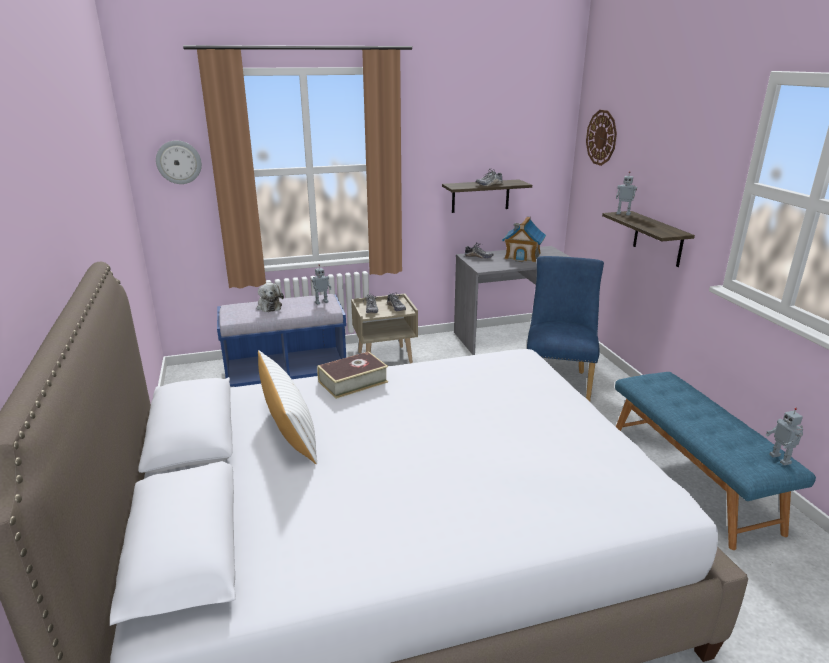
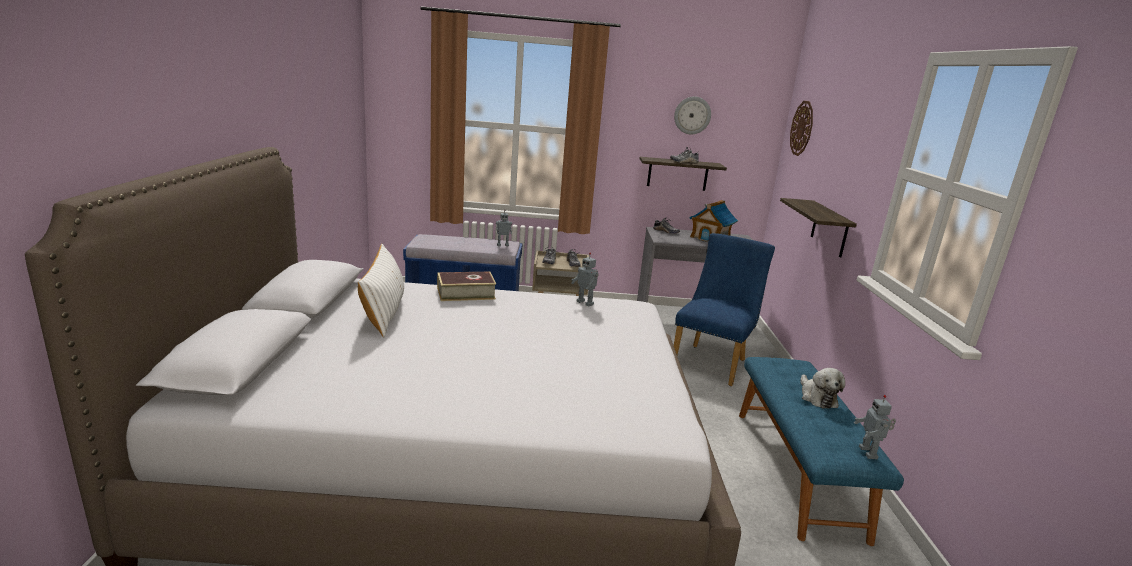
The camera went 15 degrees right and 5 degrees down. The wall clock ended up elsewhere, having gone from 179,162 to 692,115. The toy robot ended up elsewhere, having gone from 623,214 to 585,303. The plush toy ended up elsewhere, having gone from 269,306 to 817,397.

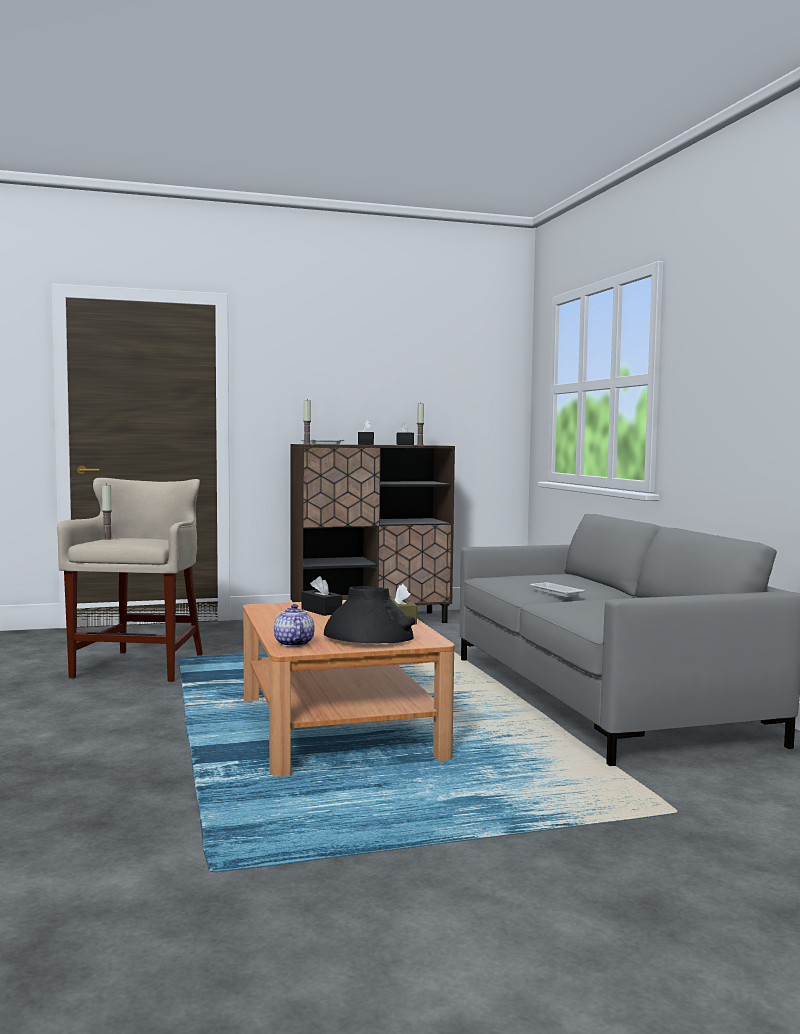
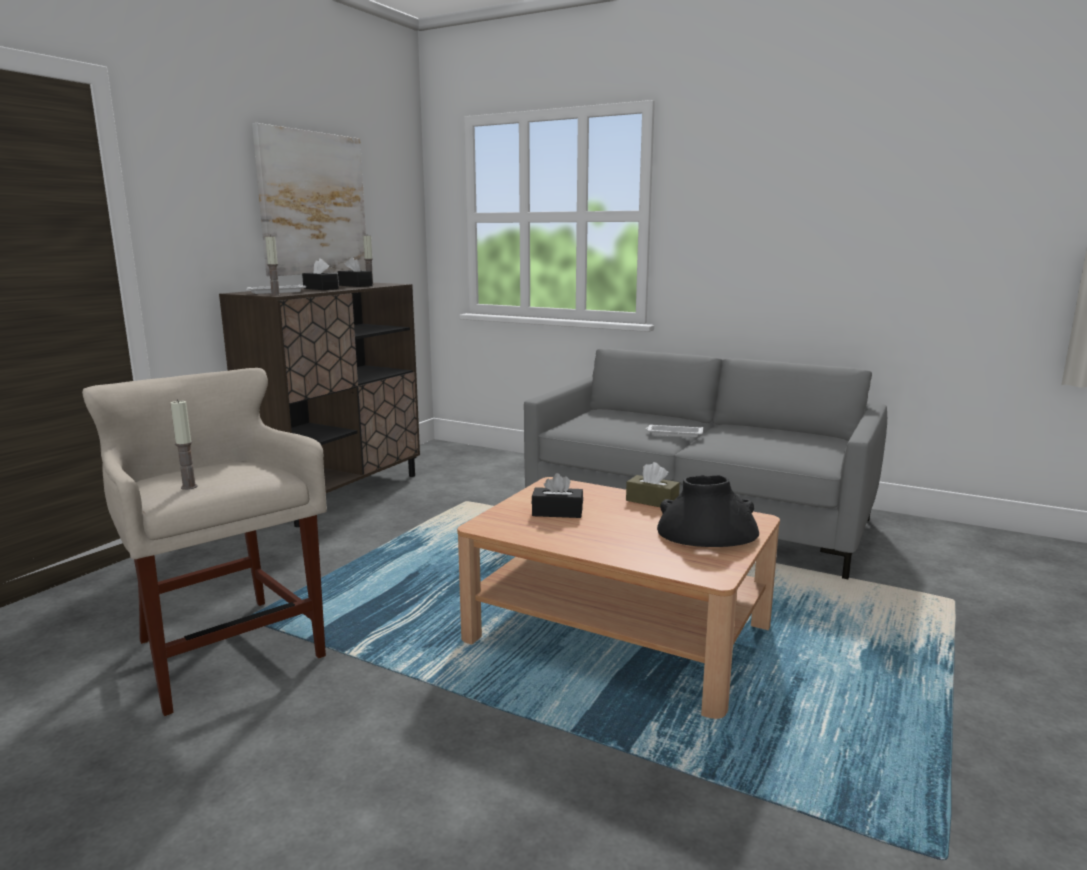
The camera went 45 degrees left and 10 degrees up. The second view lost the teapot at 293,644. The second view gained the picture at 313,203.

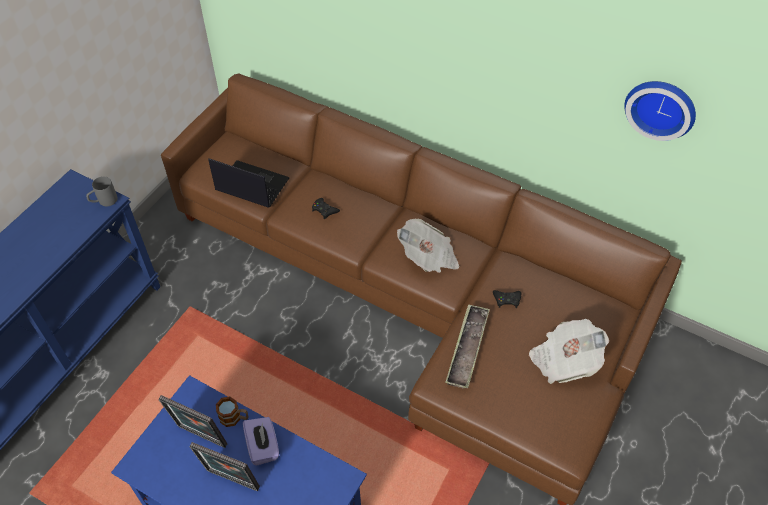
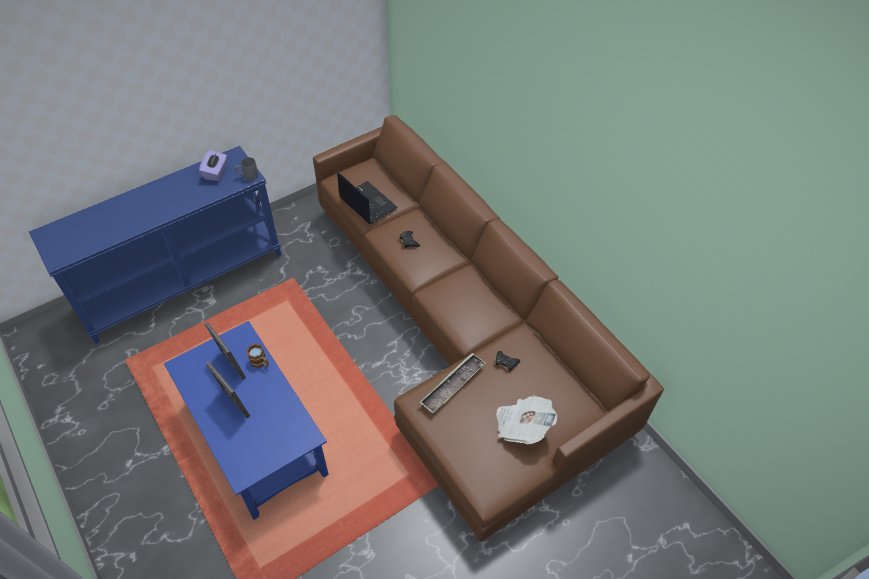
The camera went 25 degrees right and 0 degrees up. The second view lost the wall clock at 661,107. The second view lost the newspaper at 428,257. The purple tissue box ended up elsewhere, having gone from 263,447 to 216,172.

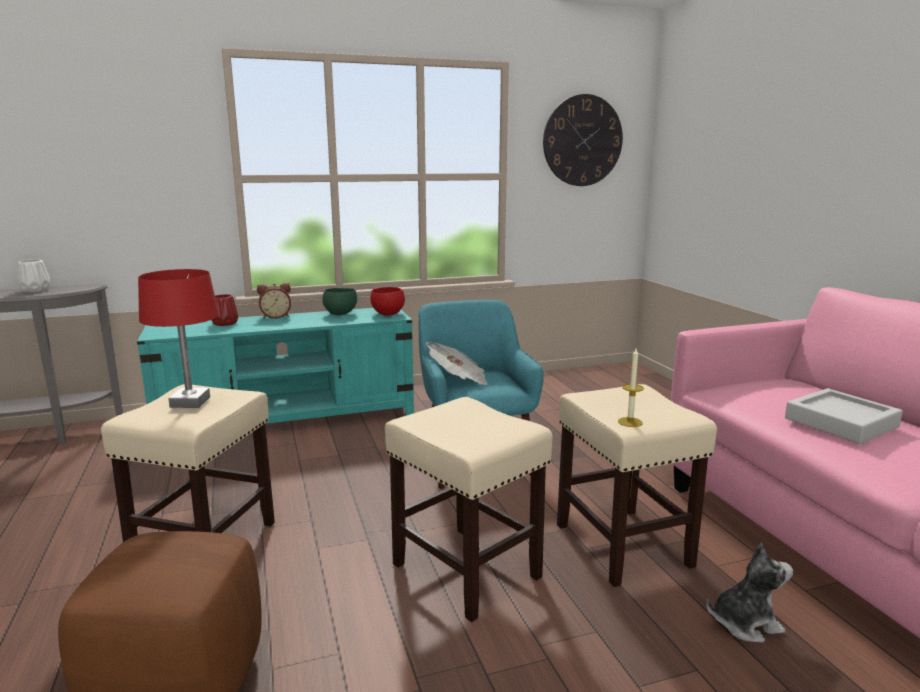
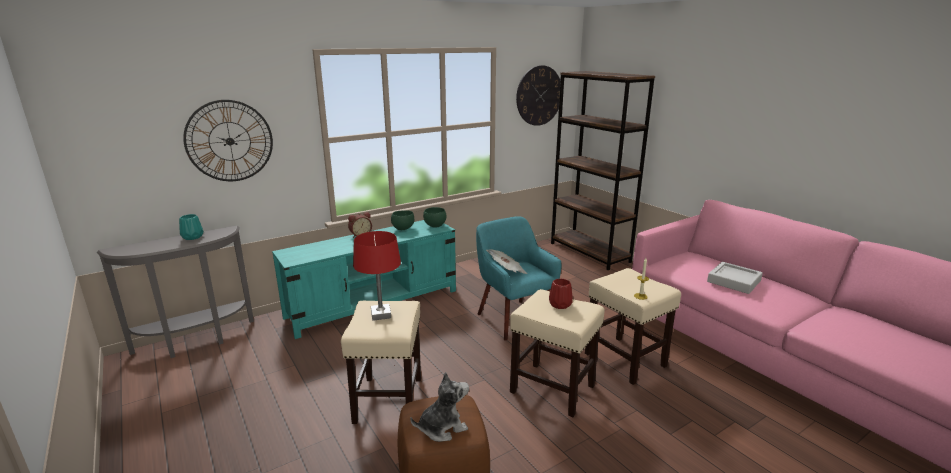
The camera went 15 degrees left and 5 degrees up. What was the white vase at 34,290 turned into the turquoise vase at 192,237. What was the red bowl at 388,314 turned into the green bowl at 435,226. The red vase ended up elsewhere, having gone from 224,323 to 559,304. The plush toy ended up elsewhere, having gone from 745,623 to 442,427. The second view gained the brown bookcase at 589,252. The second view gained the wall clock at 230,141.

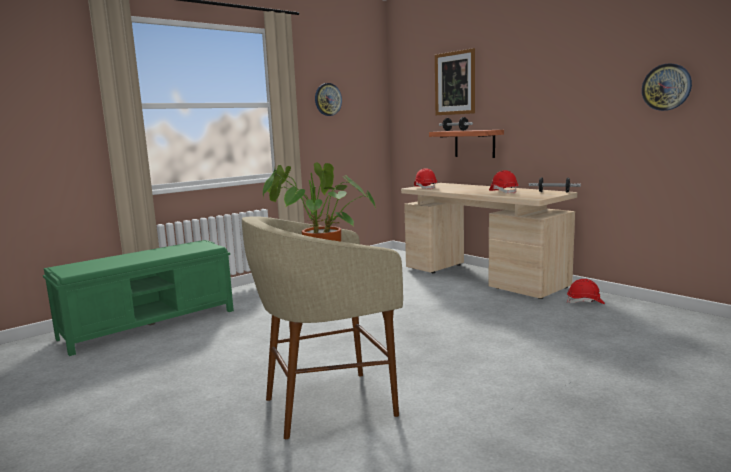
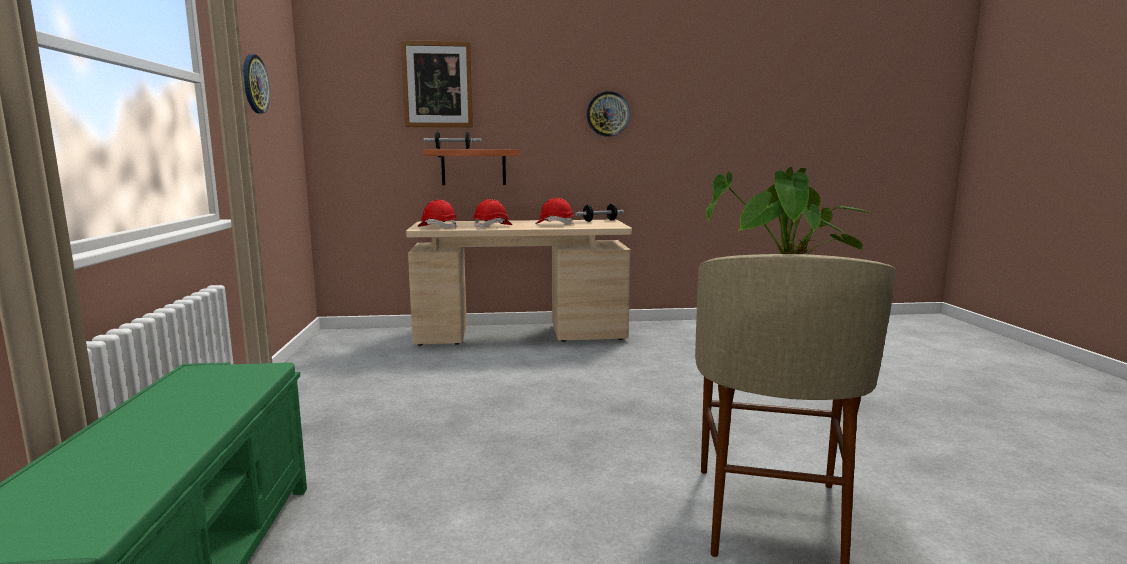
The camera went 55 degrees left and 0 degrees up. The wall clock ended up elsewhere, having gone from 666,87 to 608,114. The red hard hat ended up elsewhere, having gone from 585,302 to 492,226.

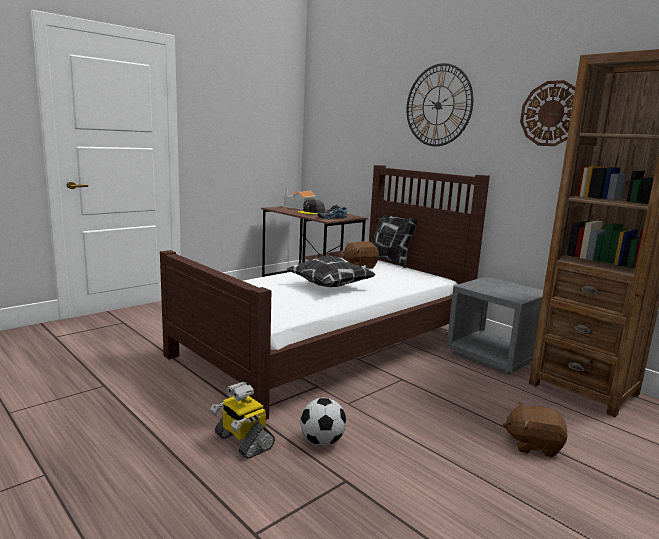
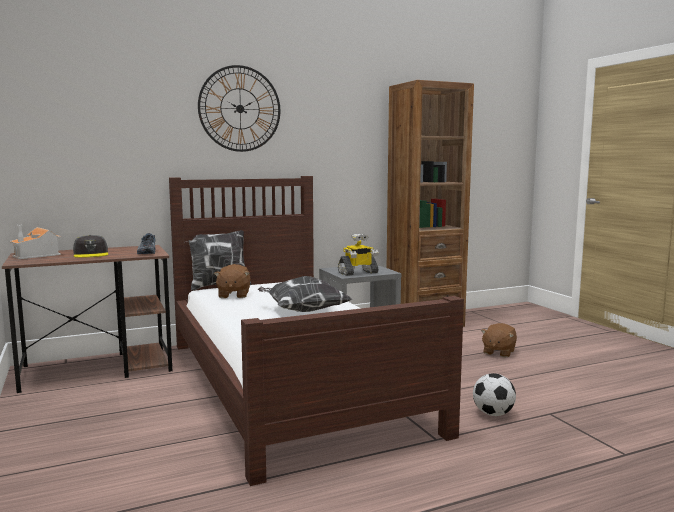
The camera went 70 degrees left and 5 degrees down. The second view lost the wall clock at 551,113. The toy robot ended up elsewhere, having gone from 242,441 to 358,273.

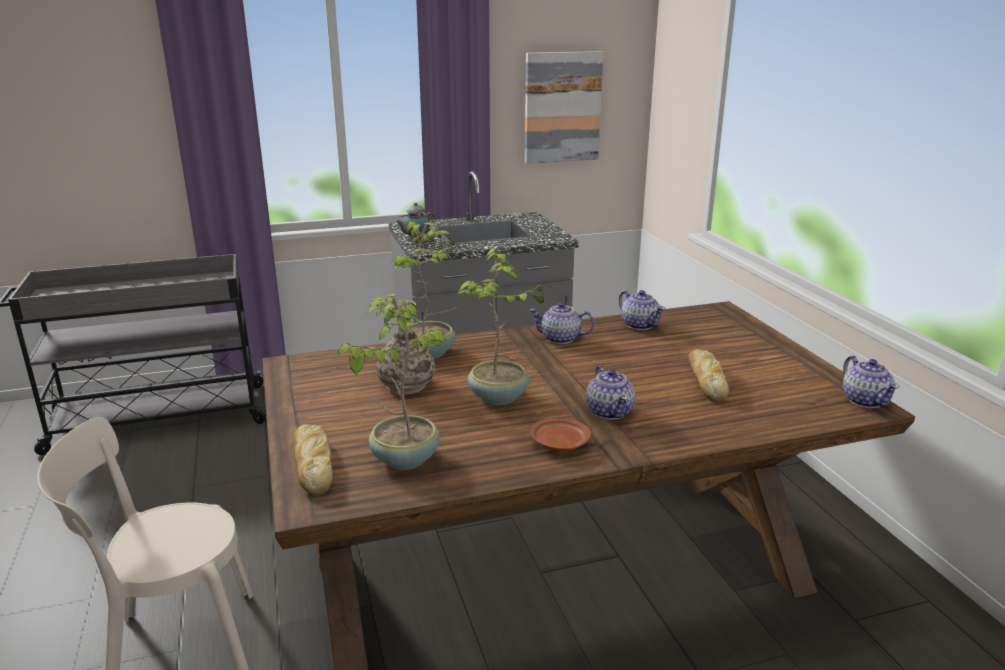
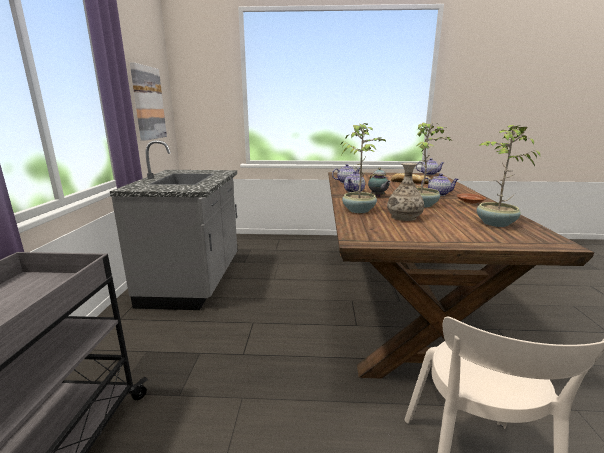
The camera went 70 degrees left and 5 degrees down. The teapot ended up elsewhere, having gone from 415,241 to 378,196. The second view lost the bread at 313,464.

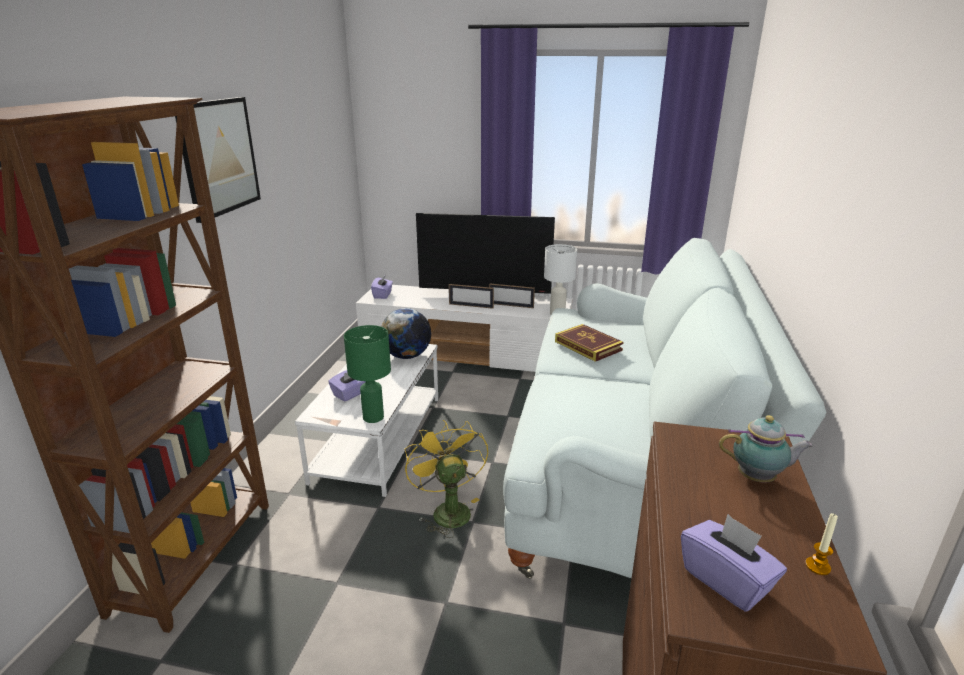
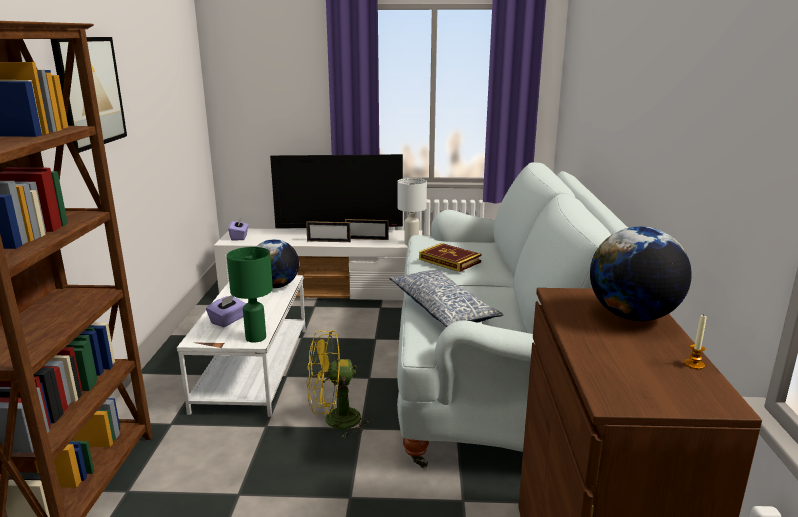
The camera went 10 degrees left and 5 degrees down. Where the teapot stood at 758,478, the globe came to stand at 632,316. The yellow fan at 447,510 ended up facing another way, 75 degrees counterclockwise from before. The second view lost the purple tissue box at 726,580. The second view gained the pillow at 442,309.

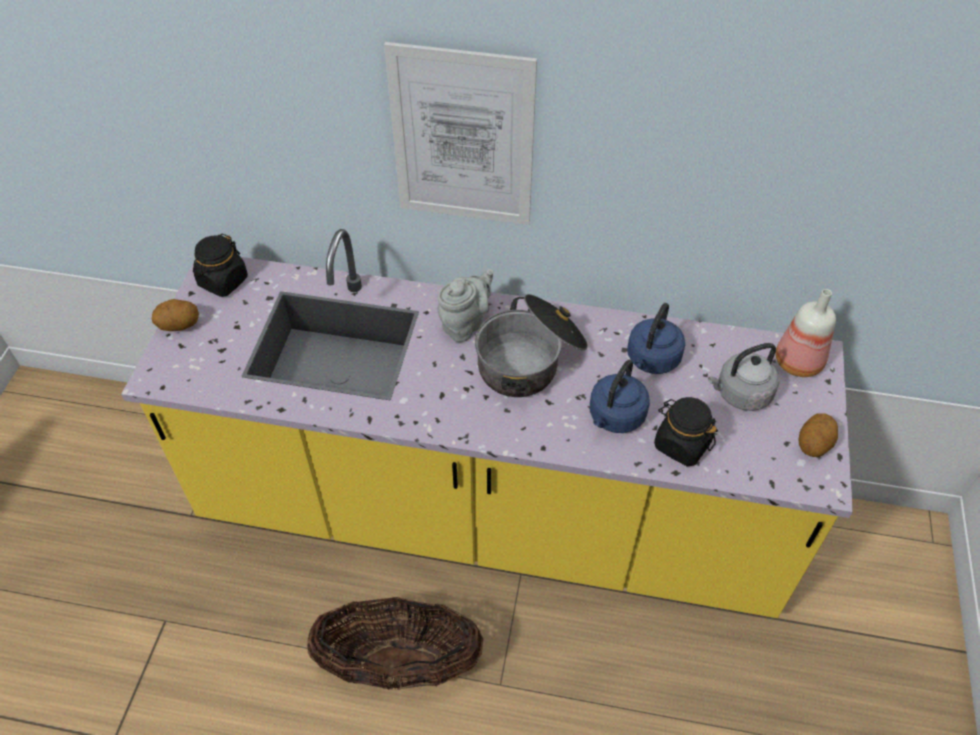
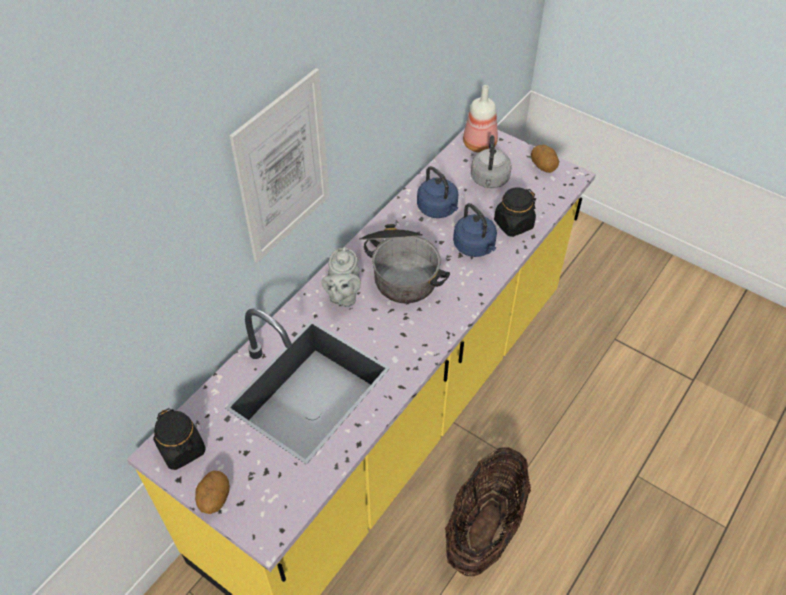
The camera went 65 degrees left and 0 degrees up. The grey teapot at 465,324 ended up facing another way, 150 degrees counterclockwise from before.

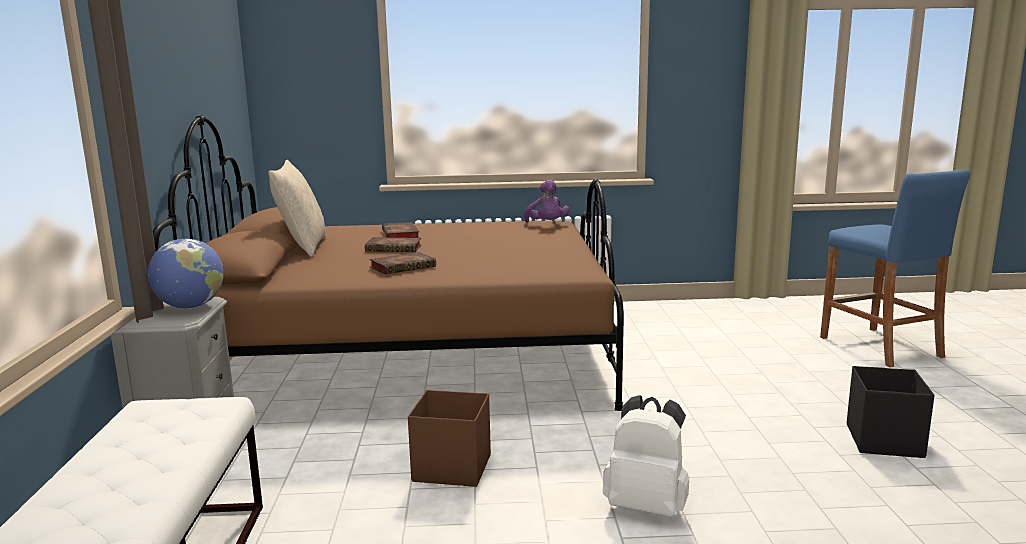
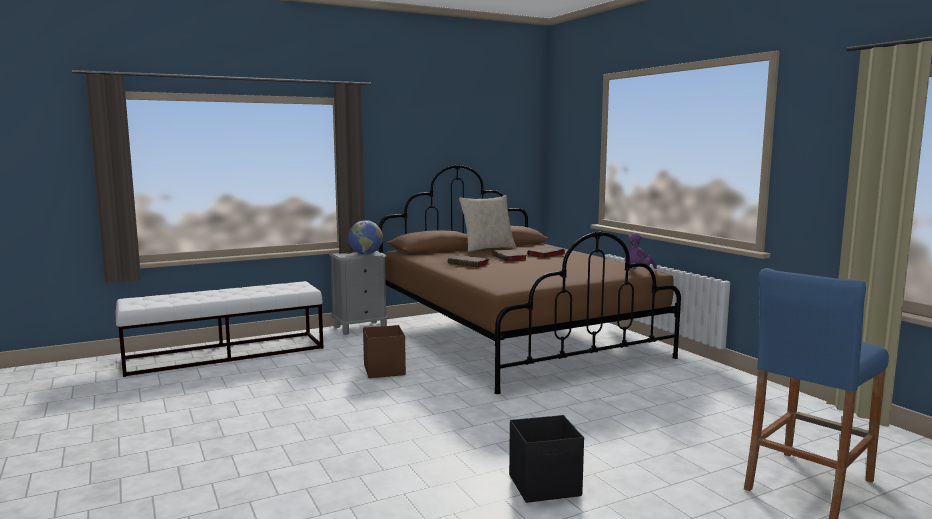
The camera went 65 degrees right and 5 degrees down. The second view lost the white backpack at 647,506.

